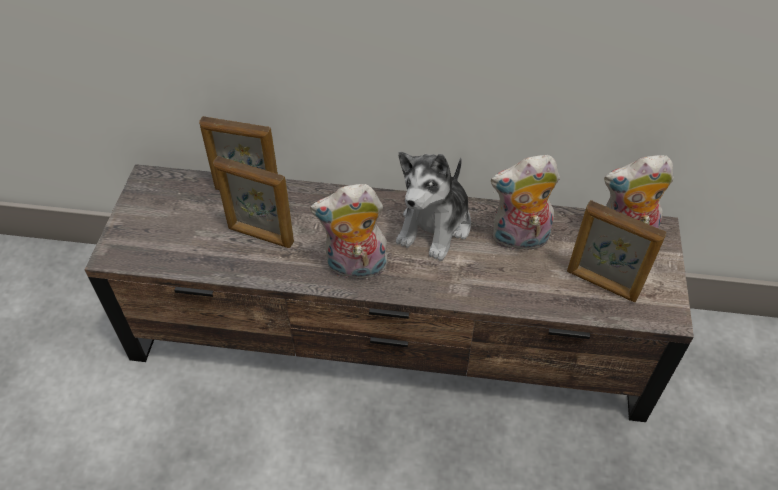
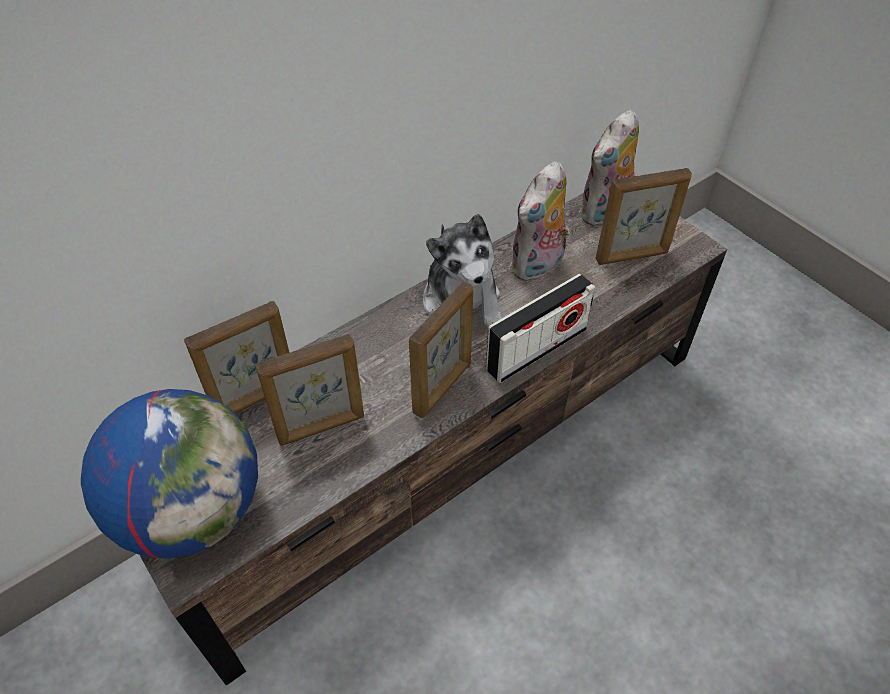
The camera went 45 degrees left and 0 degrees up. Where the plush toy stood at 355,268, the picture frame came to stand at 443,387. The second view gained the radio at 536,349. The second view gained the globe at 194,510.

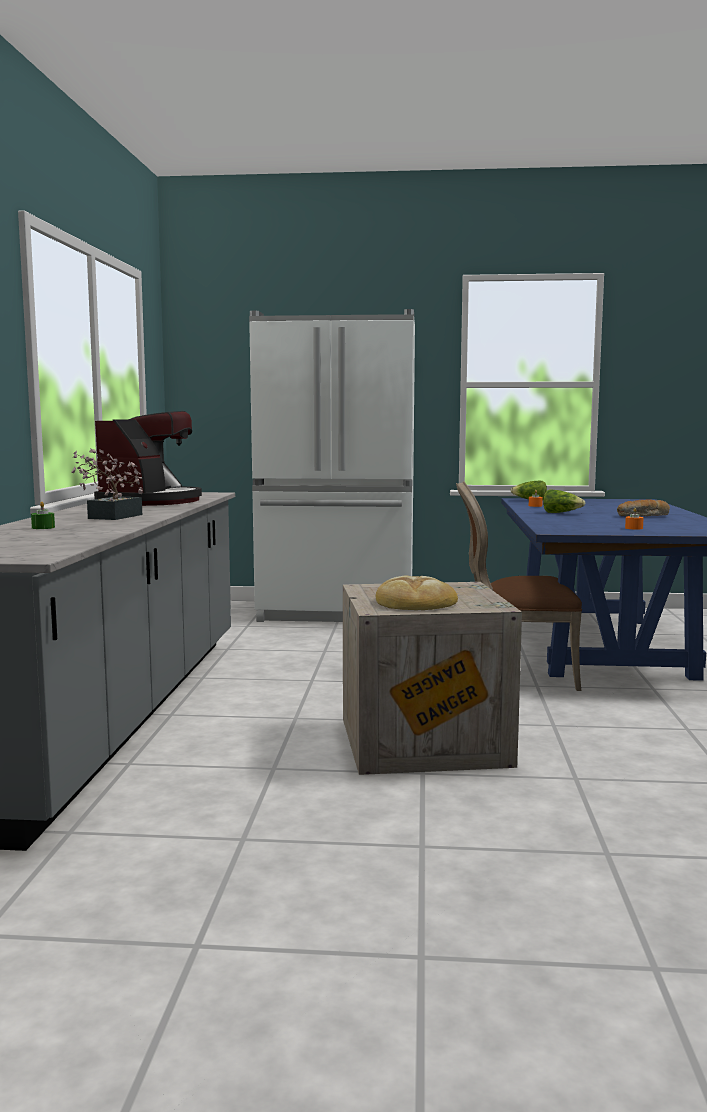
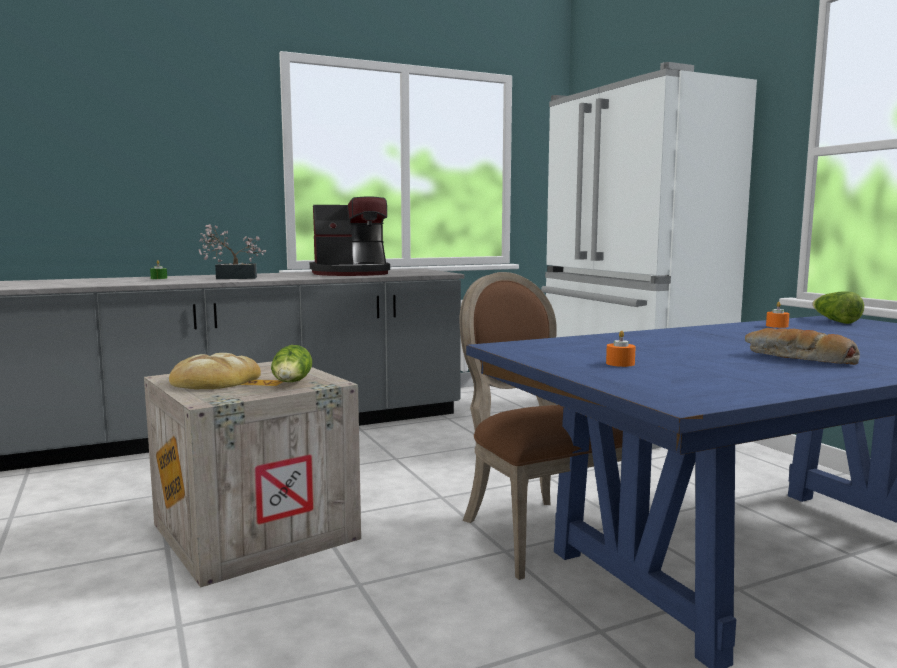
The camera went 60 degrees right and 0 degrees up. The lettuce ended up elsewhere, having gone from 561,513 to 291,383.

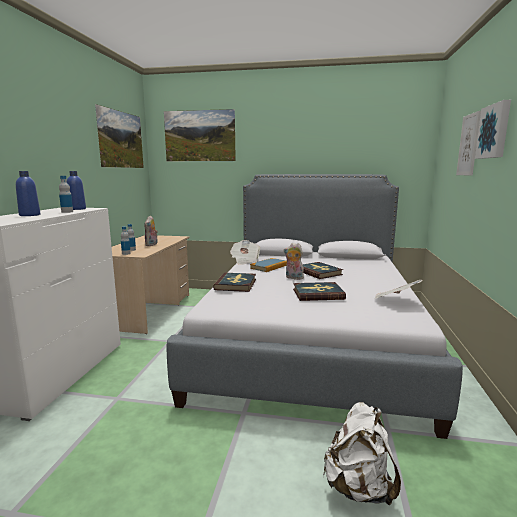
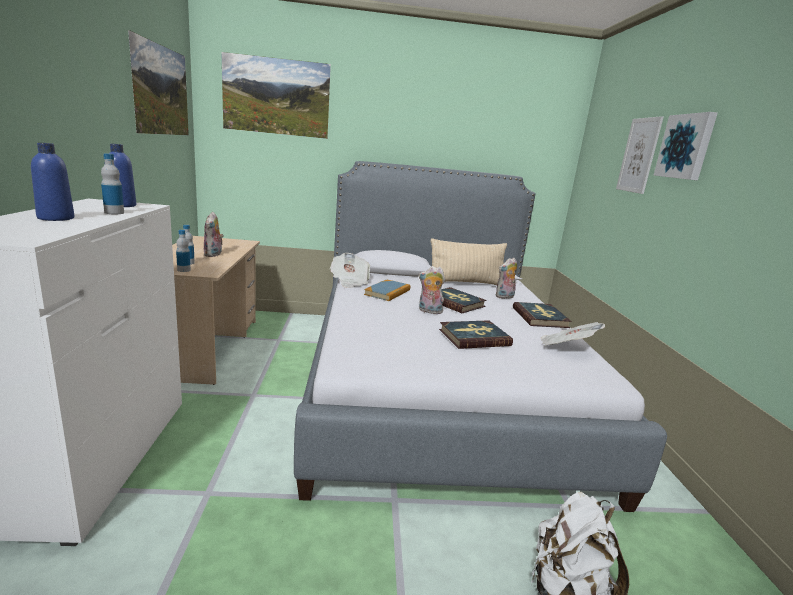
The camera went 15 degrees left and 5 degrees up. The book ended up elsewhere, having gone from 236,284 to 540,317. The second view gained the beige pillow at 465,283. The second view gained the plush toy at 504,297.

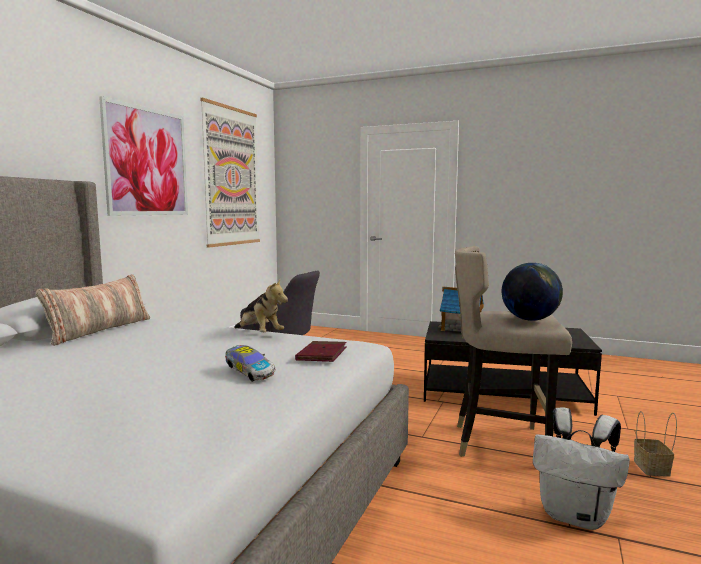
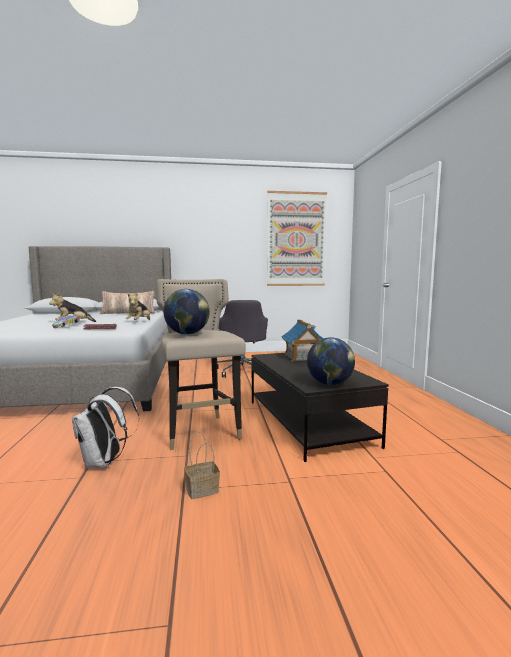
The camera went 60 degrees right and 0 degrees up. The second view lost the picture at 147,162. The second view gained the plush toy at 72,323. The second view gained the globe at 330,384.

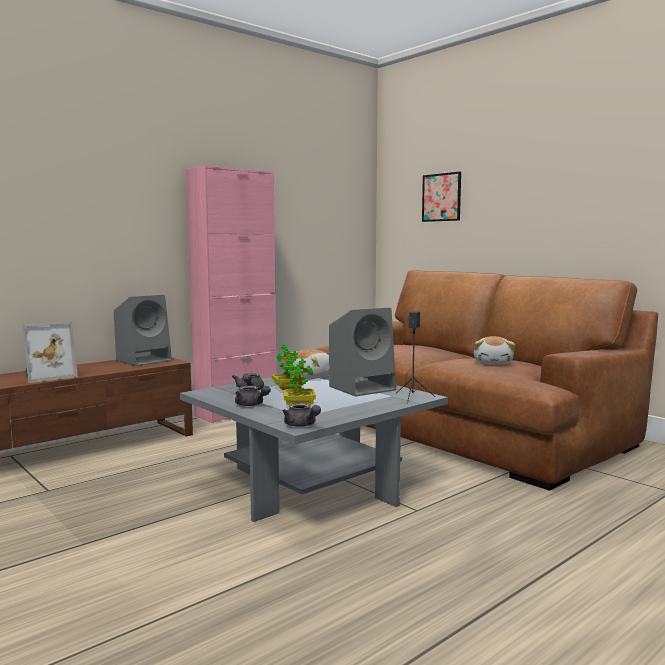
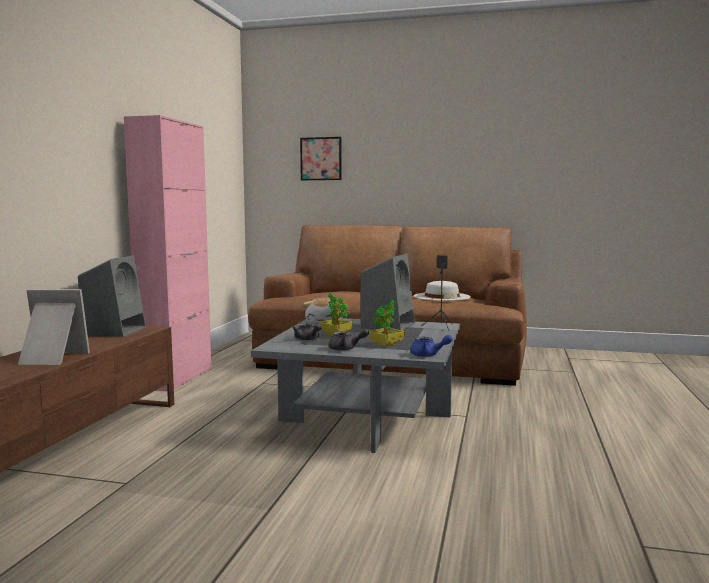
The camera went 35 degrees left and 0 degrees up. The picture frame at 47,376 ended up facing another way, 105 degrees counterclockwise from before. Where the plush toy stood at 493,363, the white hat came to stand at 442,296. What was the grey teapot at 302,425 turned into the blue teapot at 428,355.

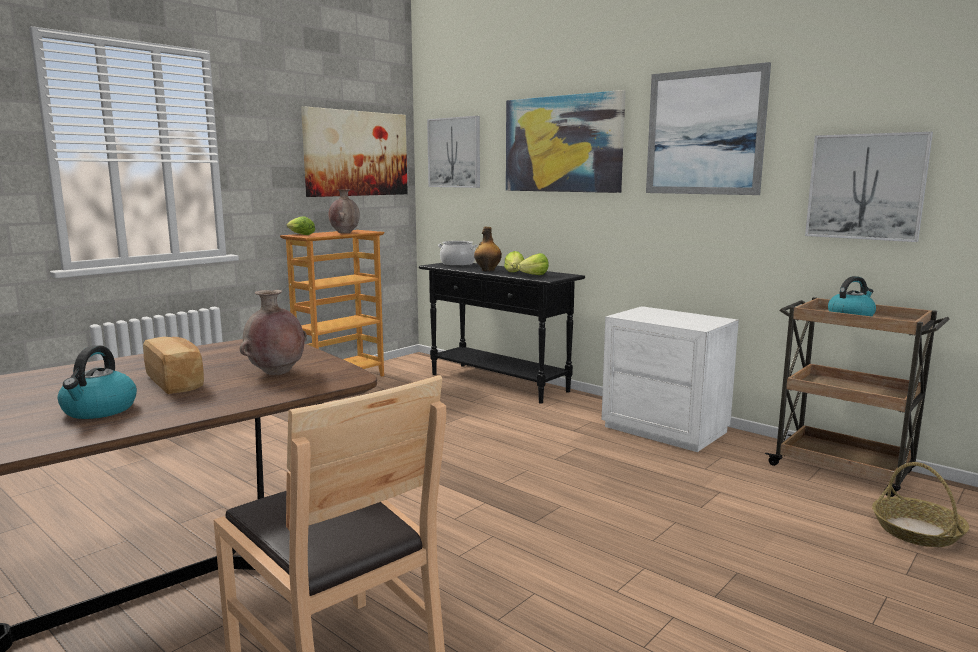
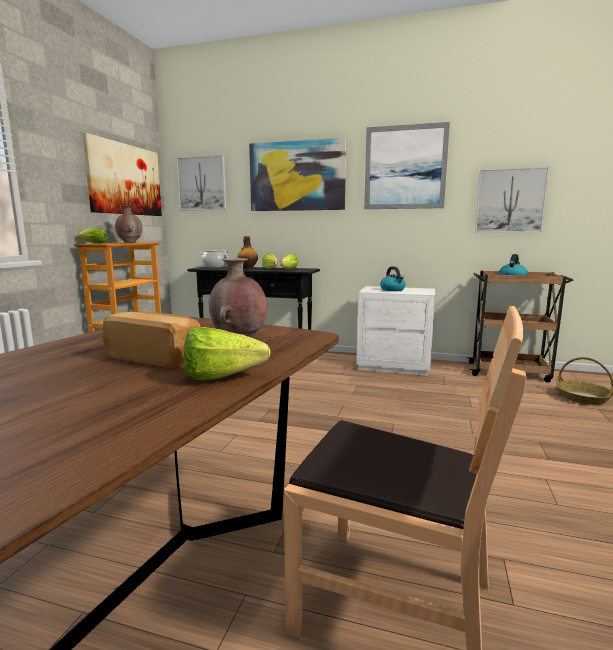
The camera went 25 degrees left and 0 degrees up. The kettle ended up elsewhere, having gone from 99,410 to 393,290. The second view gained the lettuce at 228,377.

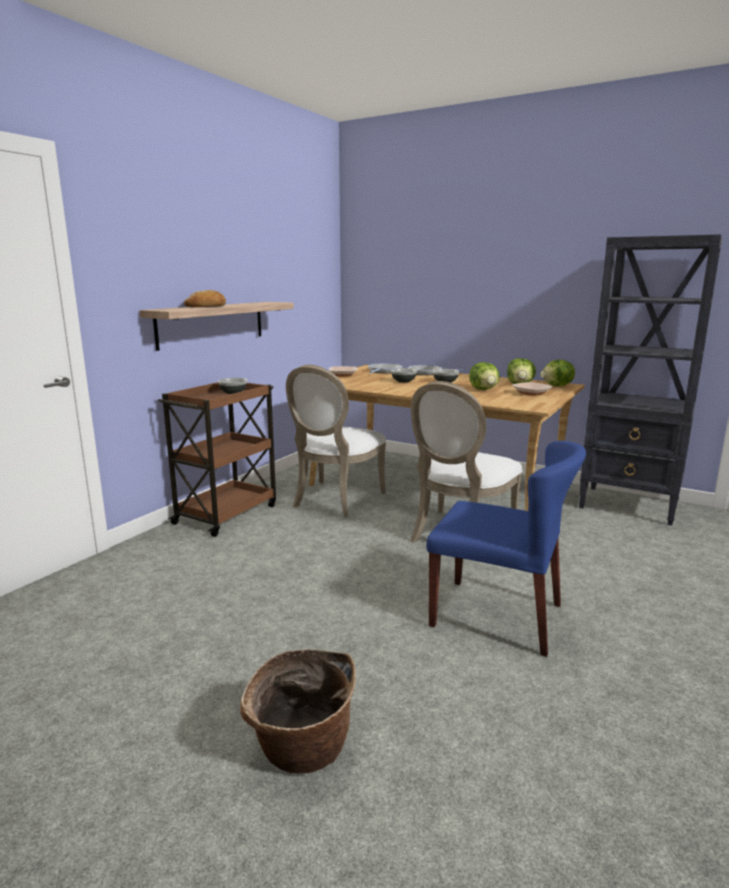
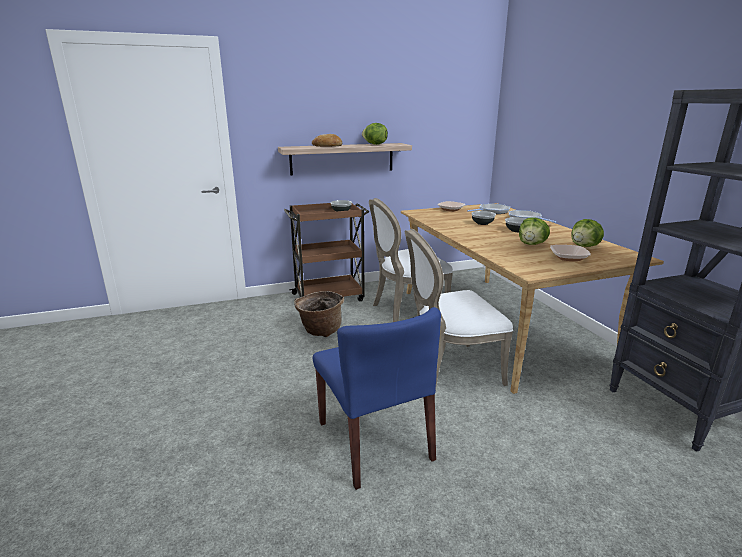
The camera went 40 degrees right and 5 degrees up. The lettuce ended up elsewhere, having gone from 557,386 to 374,144. The basket ended up elsewhere, having gone from 301,751 to 320,331.

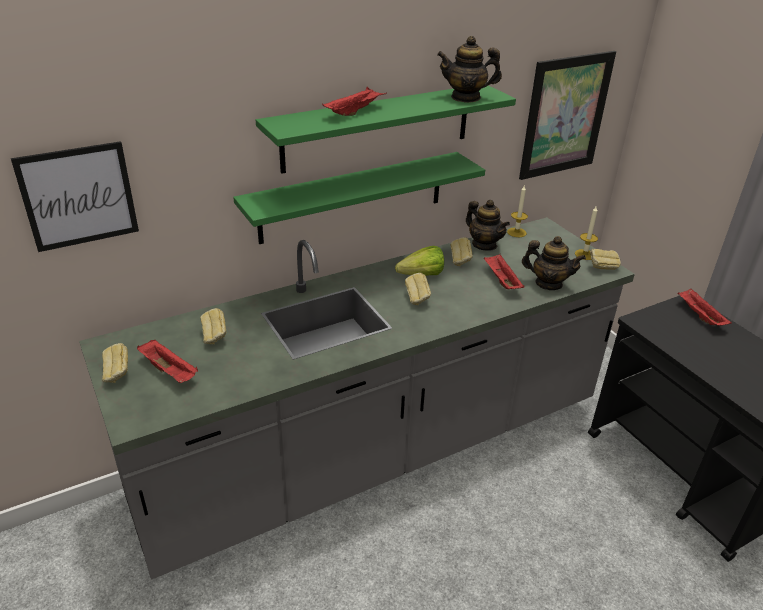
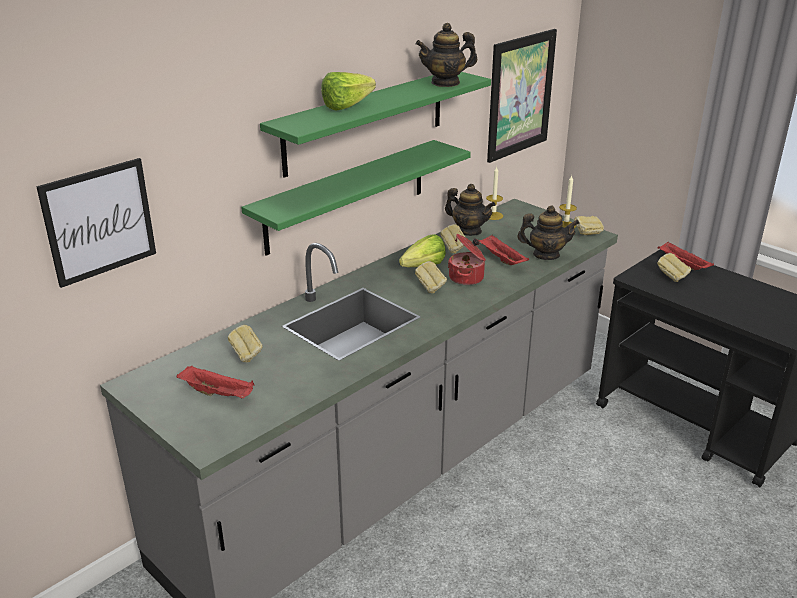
The camera went 15 degrees left and 5 degrees down. Where the red tray stood at 354,112, the lettuce came to stand at 351,106. The bread ended up elsewhere, having gone from 117,374 to 672,277. The second view gained the cooking pot at 467,278.

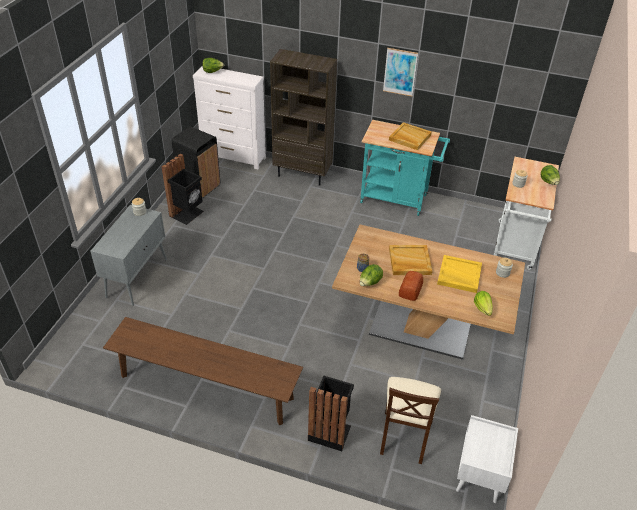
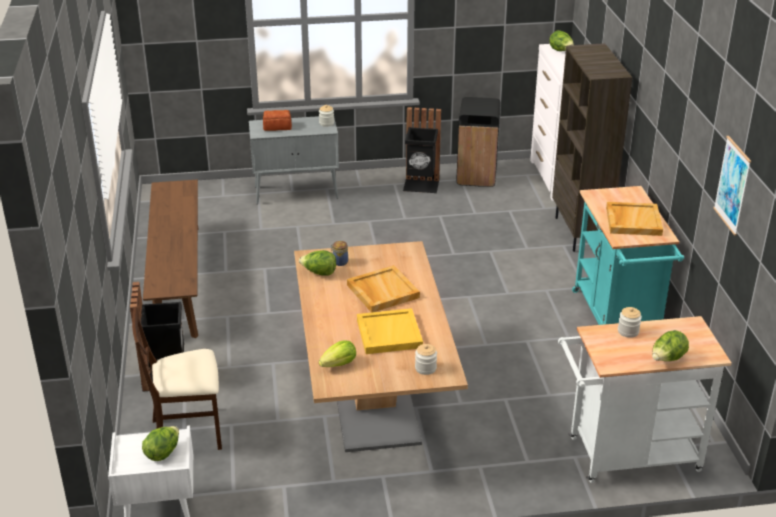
The camera went 65 degrees right and 10 degrees down. The picture ended up elsewhere, having gone from 400,72 to 732,185. The bread ended up elsewhere, having gone from 411,290 to 278,127. The second view gained the lettuce at 163,453.

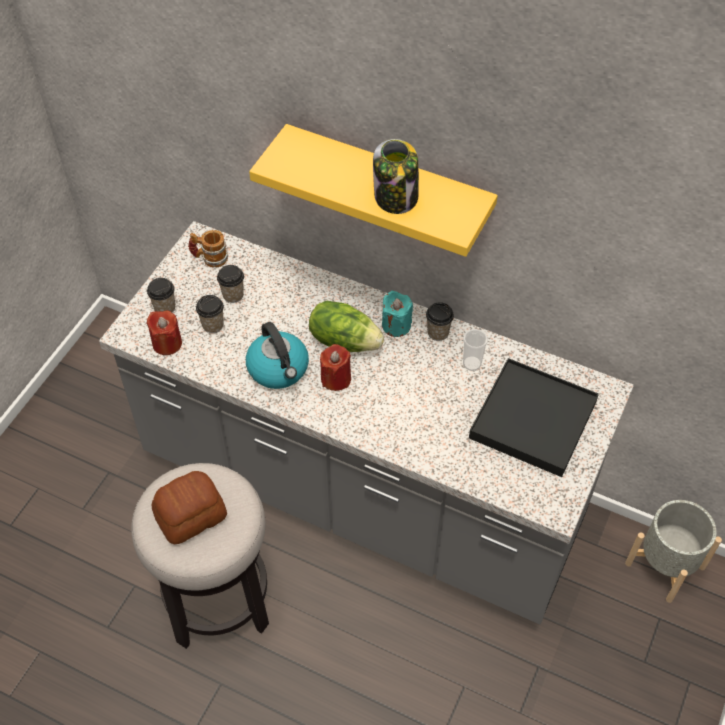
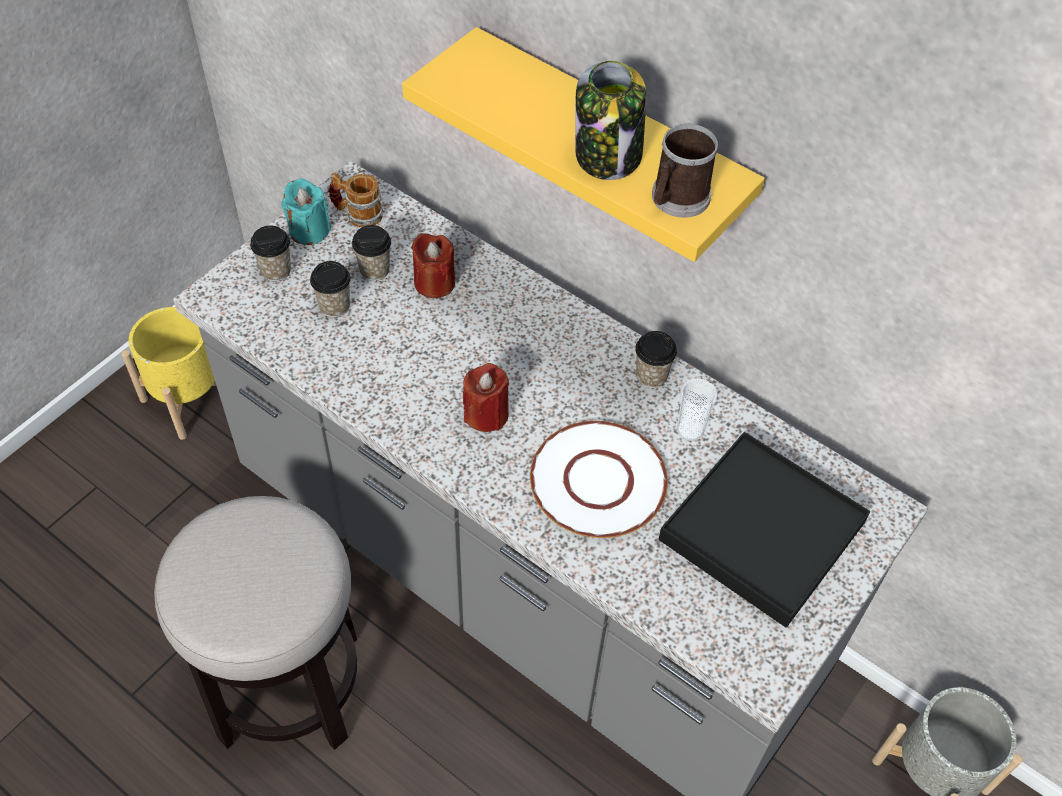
The camera went 10 degrees right and 0 degrees up. The turquoise candle ended up elsewhere, having gone from 396,325 to 309,230. The second view lost the lettuce at 344,340. The red candle ended up elsewhere, having gone from 167,343 to 434,282. The second view lost the kettle at 279,369. The second view lost the bread at 189,516. The second view gained the mug at 676,200. The second view gained the yellow planter at 189,399. The second view gained the white plate at 598,481.

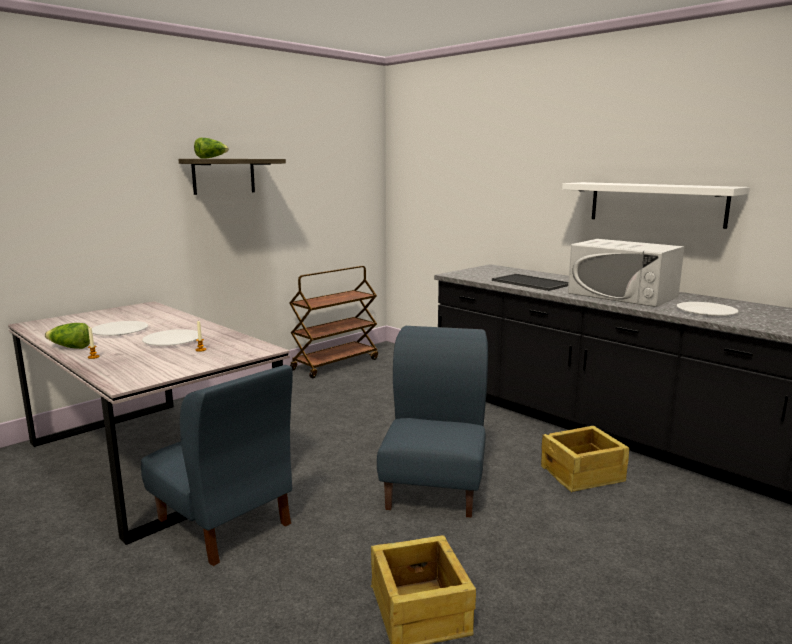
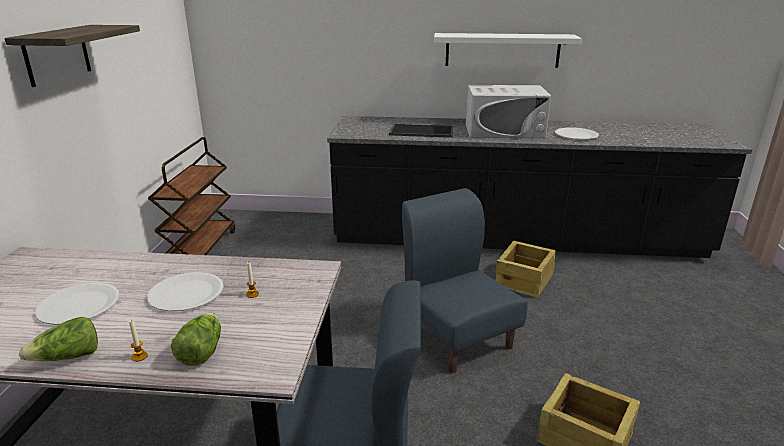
The camera went 40 degrees left and 10 degrees up. The lettuce ended up elsewhere, having gone from 211,158 to 201,351.

